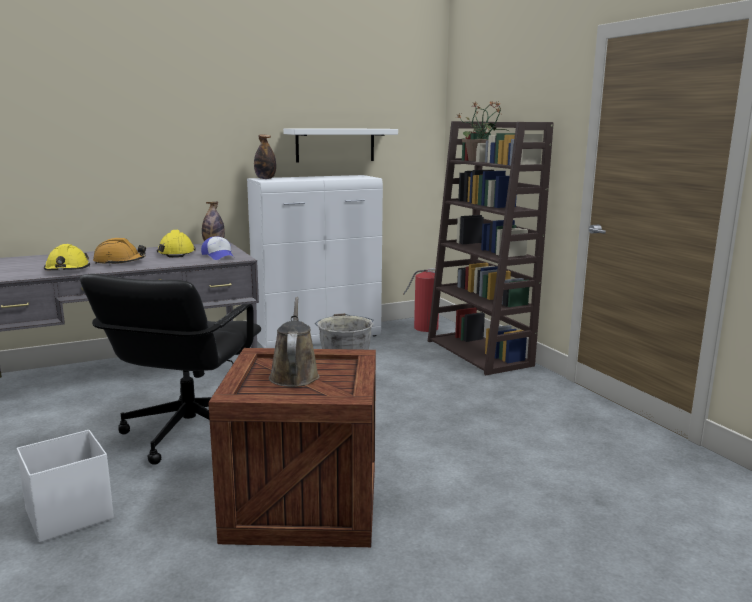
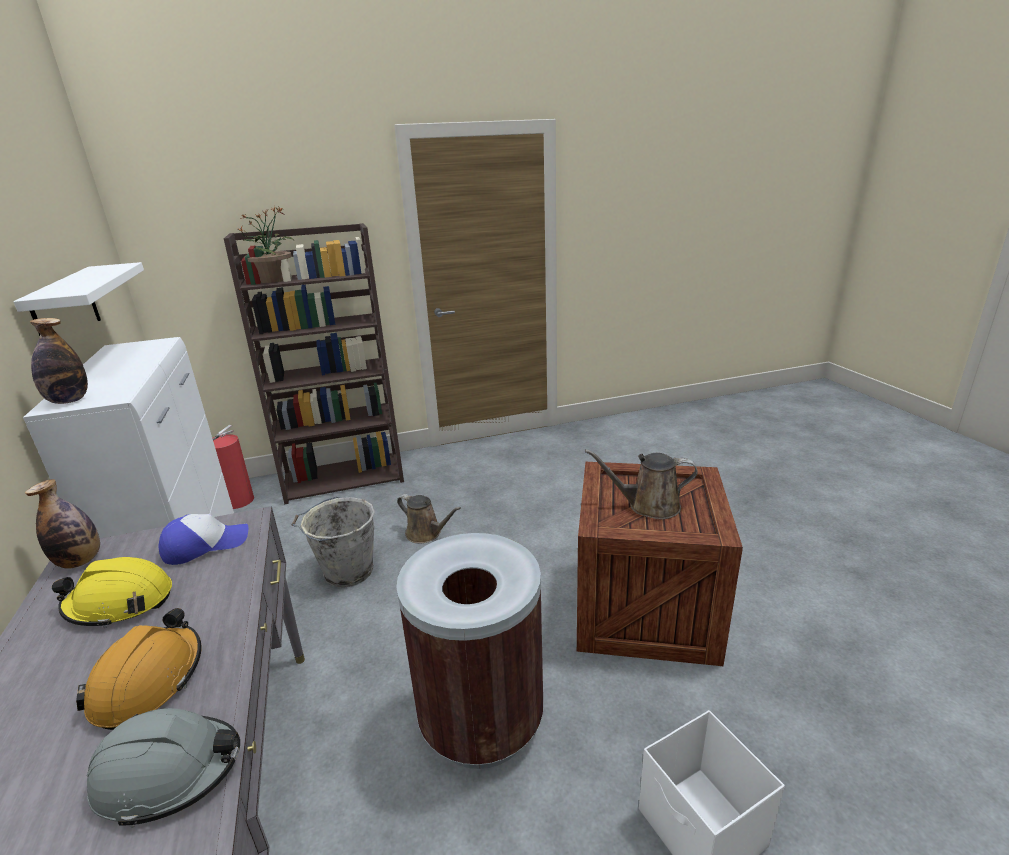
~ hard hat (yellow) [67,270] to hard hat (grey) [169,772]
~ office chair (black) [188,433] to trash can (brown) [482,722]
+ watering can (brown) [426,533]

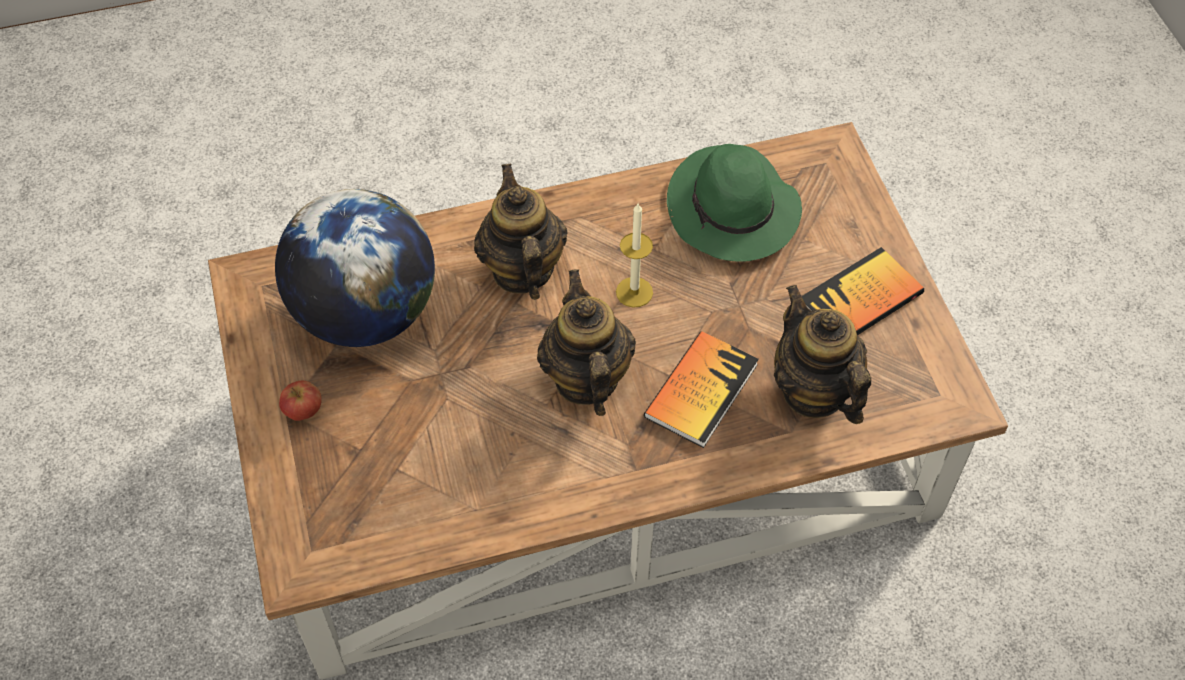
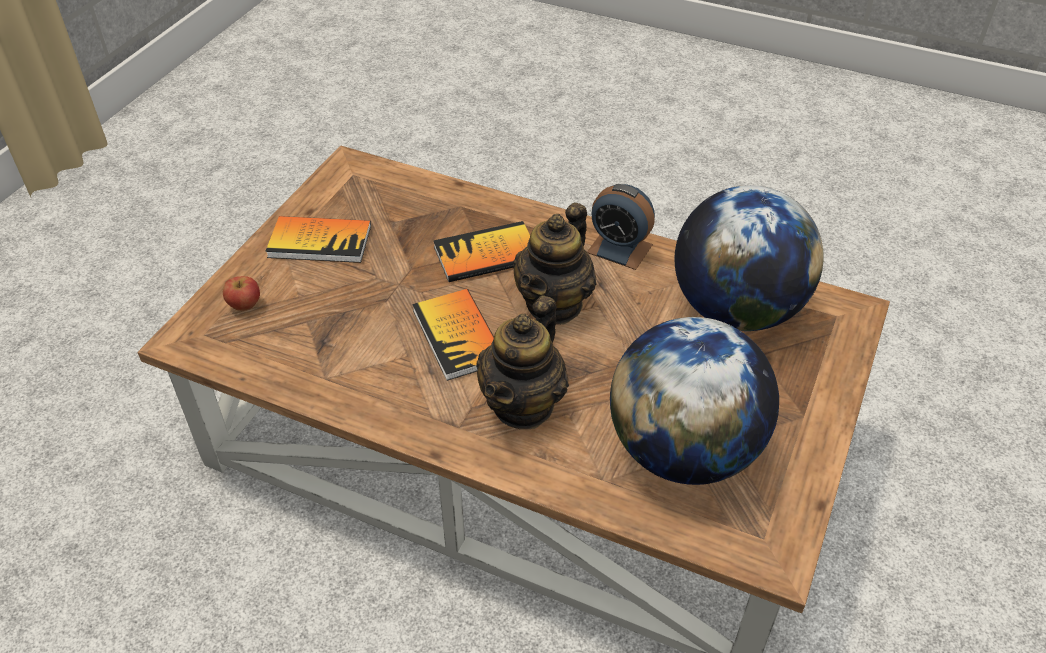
- hat (green) [733,211]
~ candle [634,292] to book [458,336]
- teapot [813,391]
~ apple [304,411] to [244,305]
+ alarm clock [619,248]
+ globe [736,310]

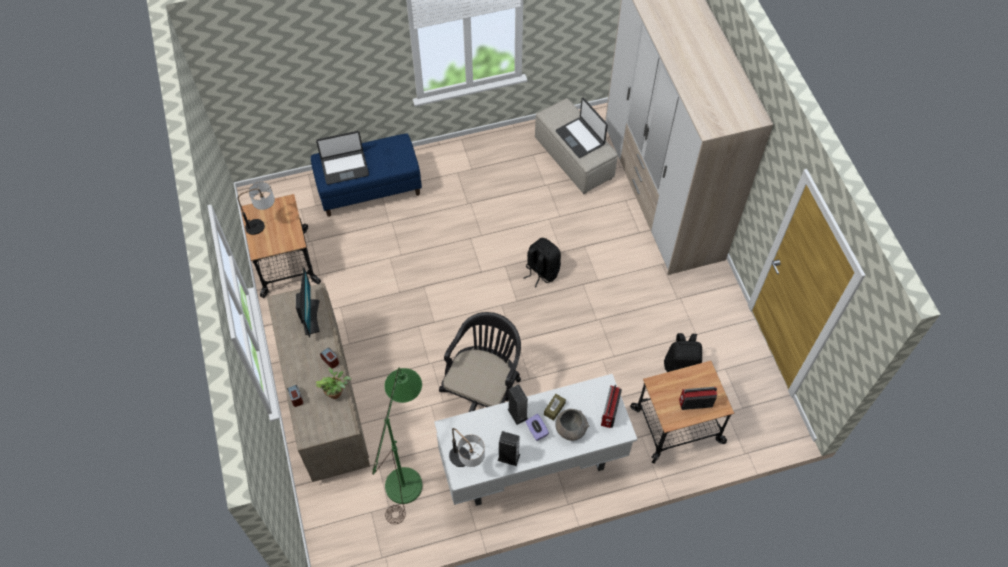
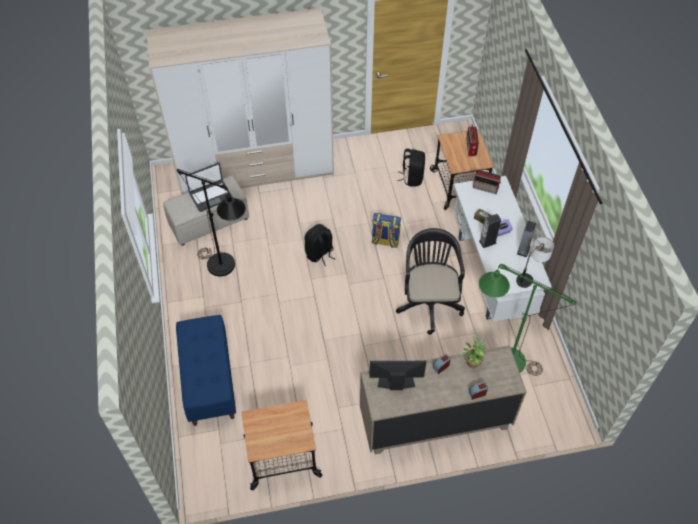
- laptop [344,167]
- table lamp [264,224]
~ office chair (black) [483,392] = [429,301] 60 degrees clockwise
- bowl (grey) [570,430]
+ floor lamp (black) [227,269]
+ backpack [385,241]

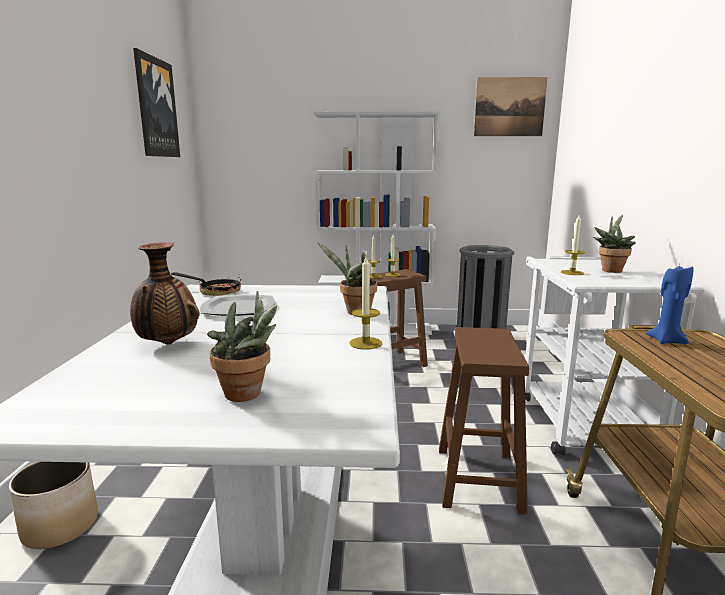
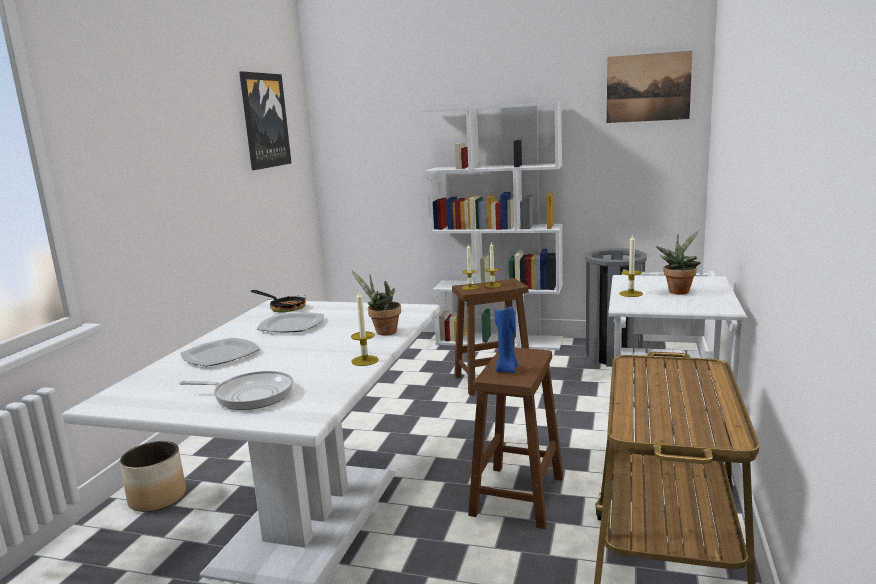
~ vase [167,344] to plate [219,355]
~ candle (blue) [666,341] to [507,369]
~ potted plant [248,394] to frying pan [249,395]

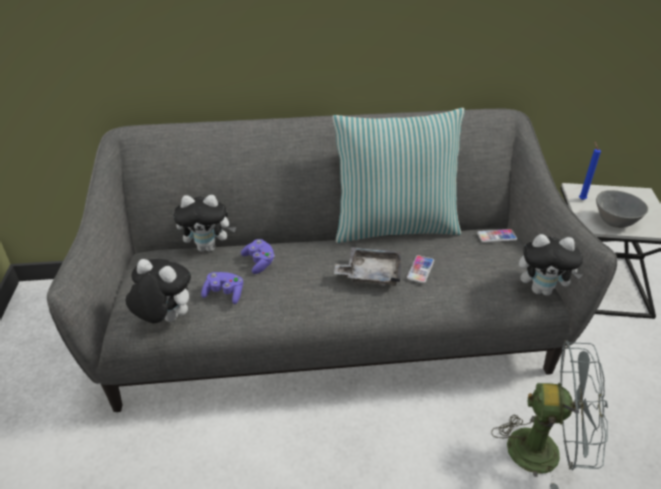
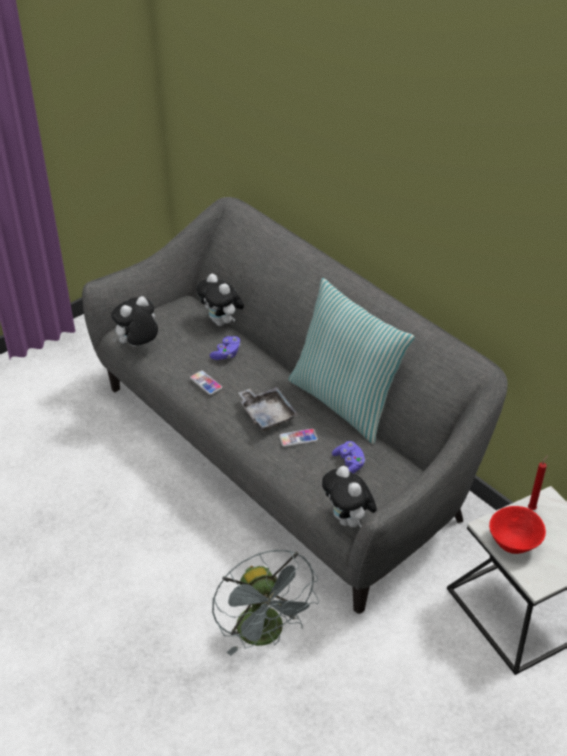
~ candle (blue) [581,199] to candle (red) [532,508]
~ bowl (grey) [614,222] to bowl (red) [512,543]
~ phone [496,236] to [206,383]
~ plush toy [164,319] = [138,346] 120 degrees counterclockwise
~ game controller (purple) [224,294] to [349,464]

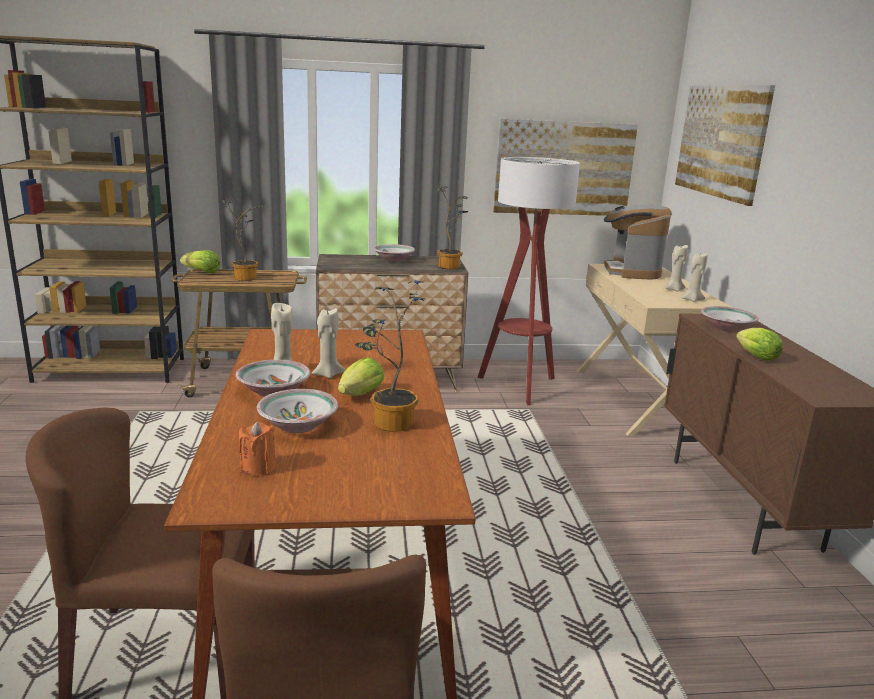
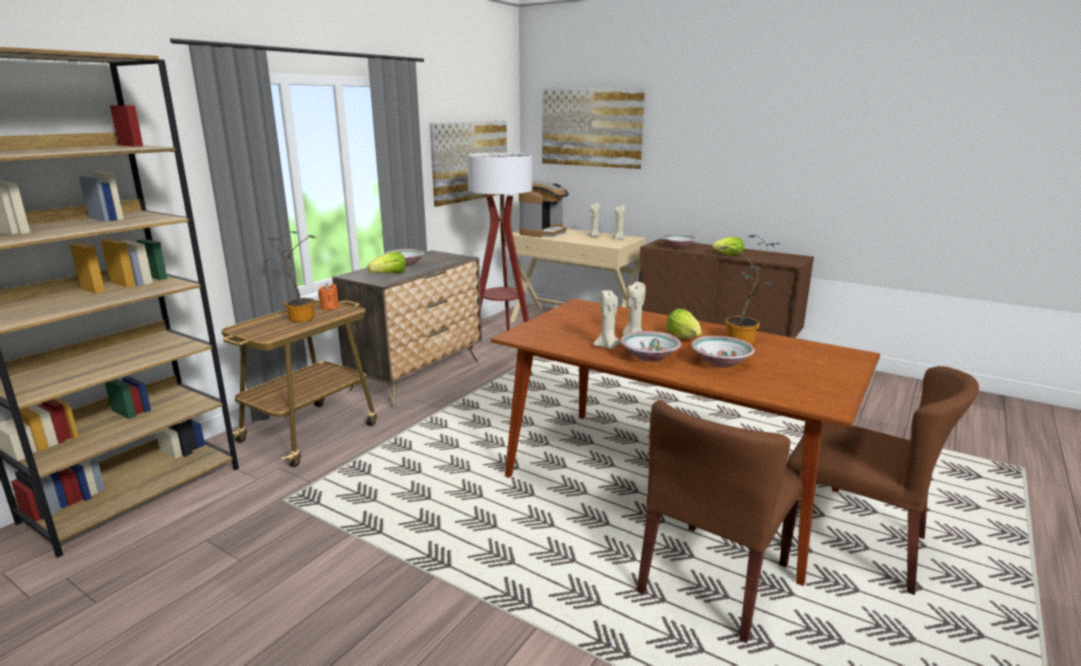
- potted plant [450,266]
~ coffee machine [631,272] = [543,232] 105 degrees counterclockwise
~ lettuce [202,272] to [389,275]
~ candle (orange) [258,468] to [329,308]

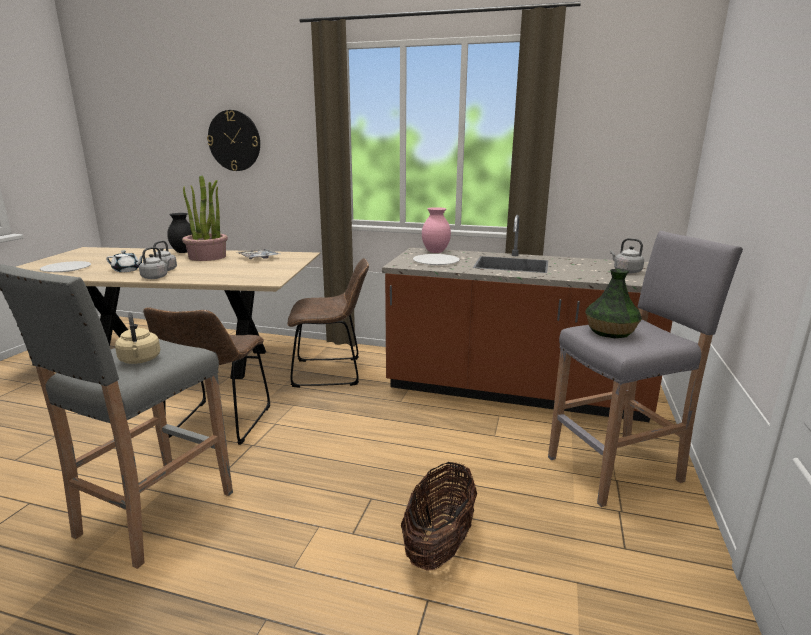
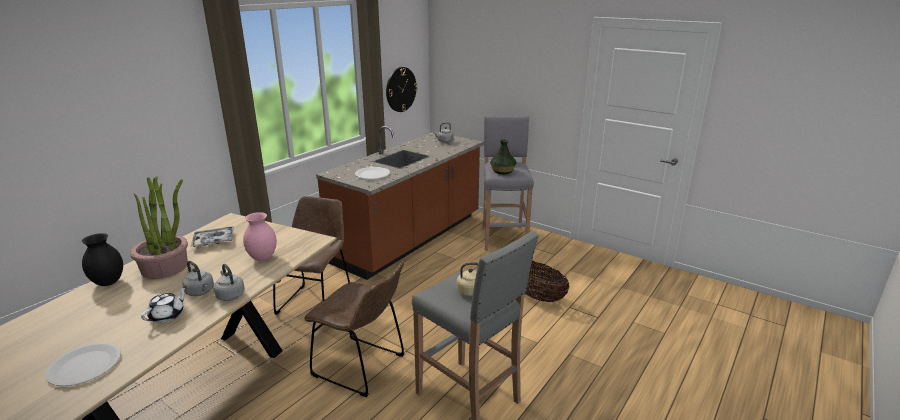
~ wall clock [234,141] to [401,89]
~ vase (pink) [435,252] to [263,258]

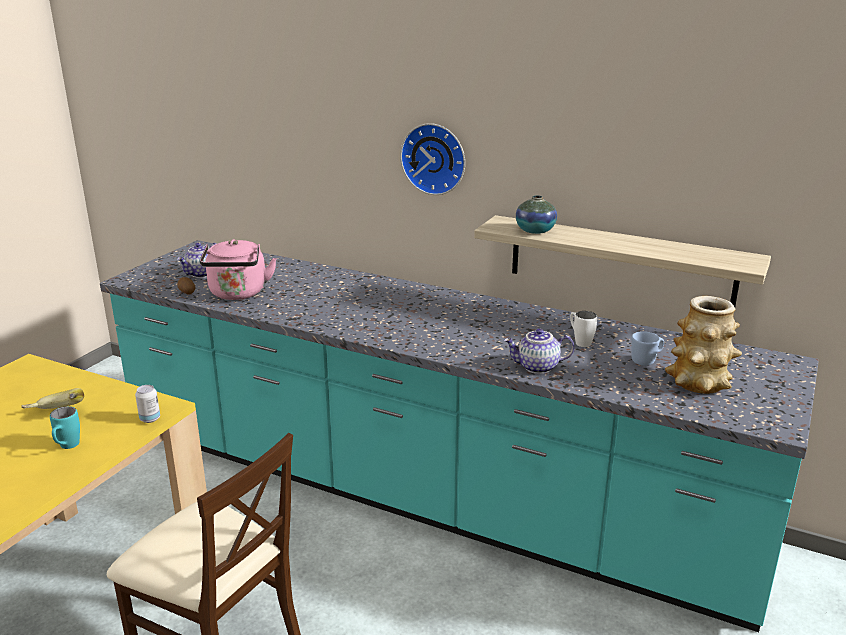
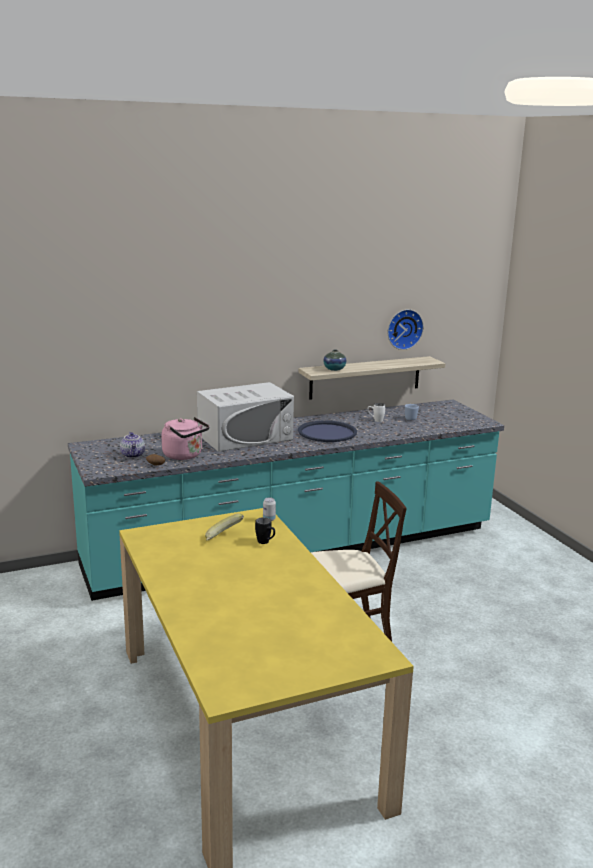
~ wall clock [435,158] to [403,329]
- vase [699,383]
- teapot [537,367]
~ mug (turquoise) [67,447] to mug (black) [266,542]
+ microwave (white) [245,437]
+ tray (blue) [327,432]

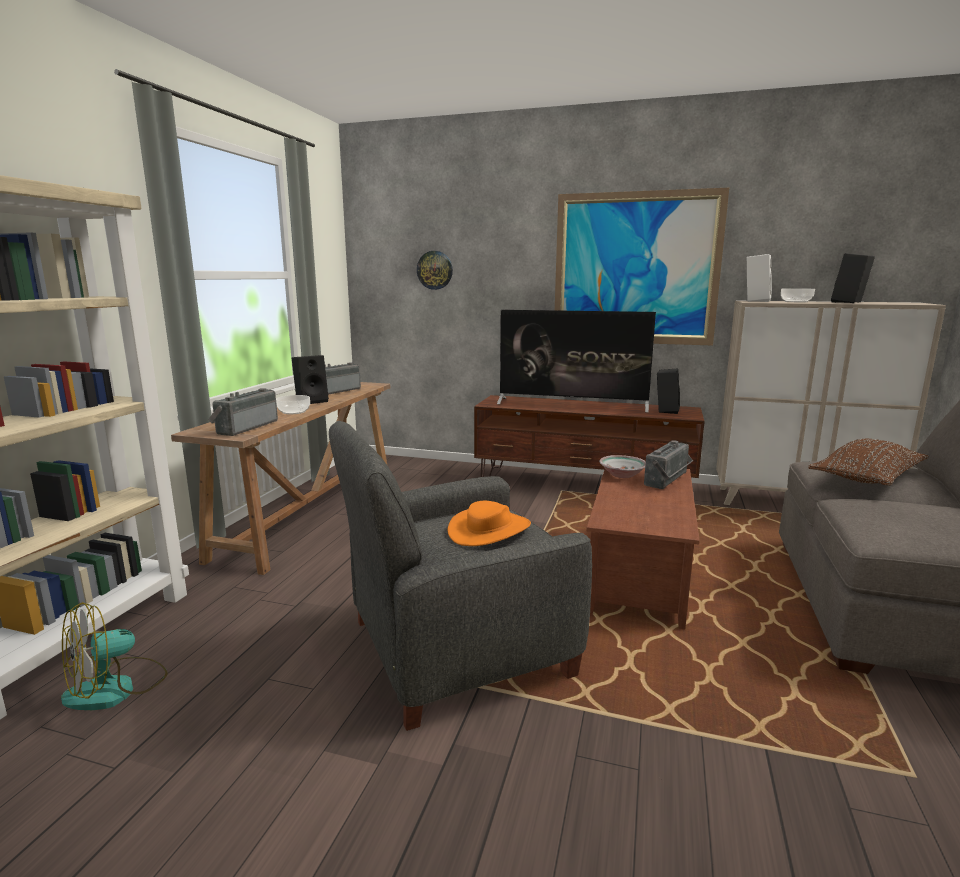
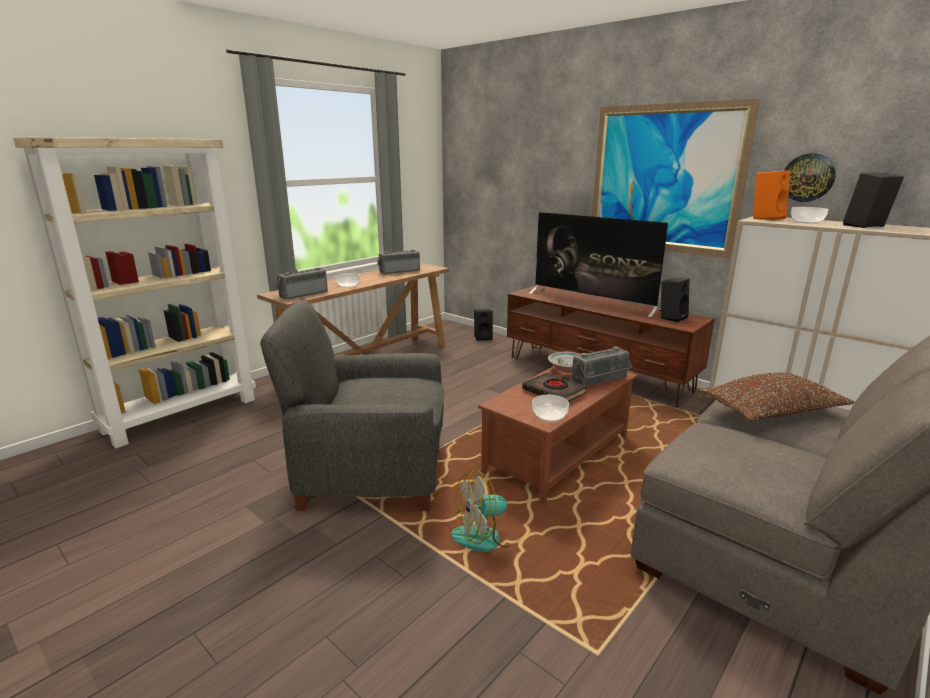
~ wall clock [435,270] to [808,177]
~ speaker (white) [755,301] to speaker (orange) [766,218]
~ speaker (black) [312,401] to [483,337]
- hat (orange) [490,530]
~ fan [116,688] to [487,537]
+ book (black) [554,392]
+ bowl [550,416]

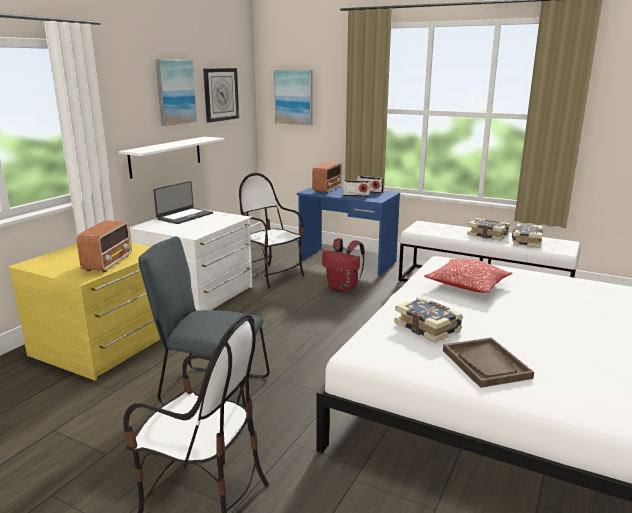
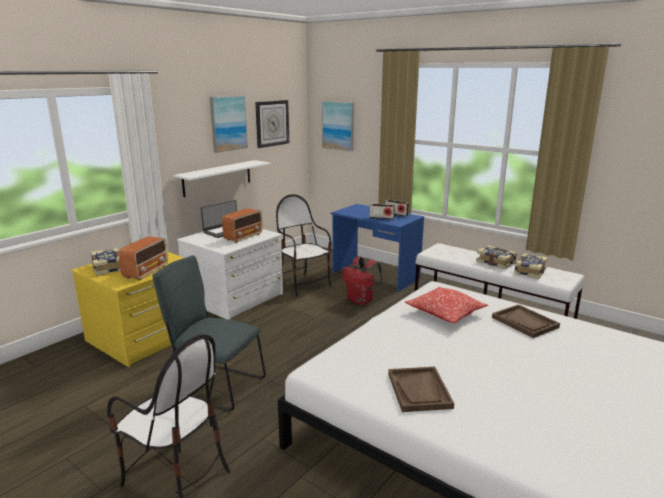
~ radio [327,189] to [244,237]
~ book [428,327] to [109,268]
+ tray (brown) [525,322]

